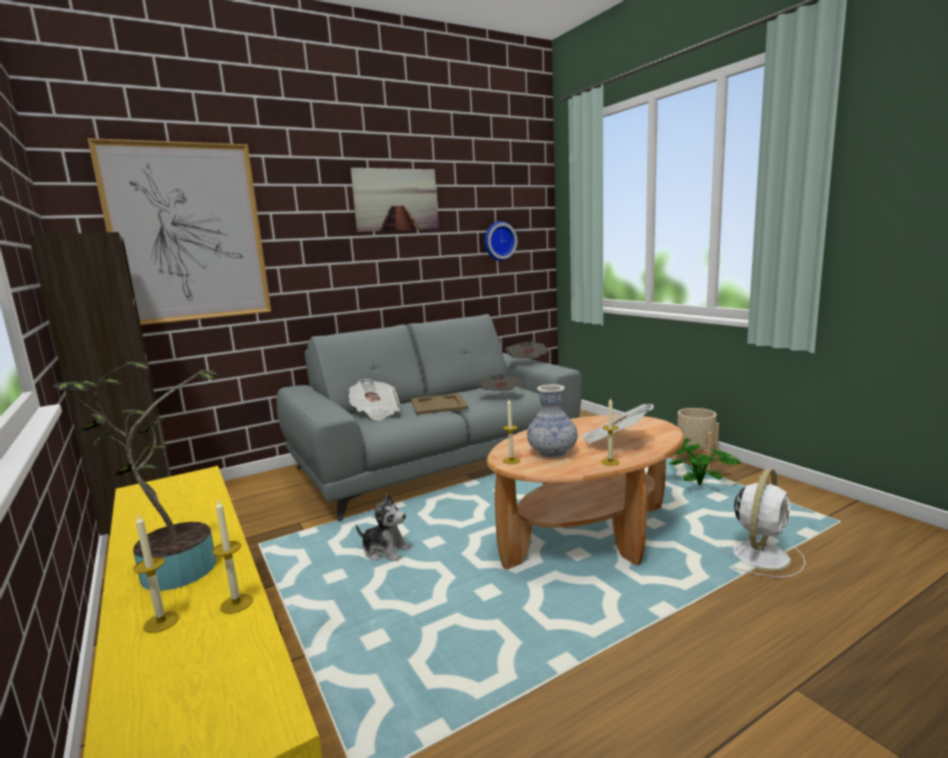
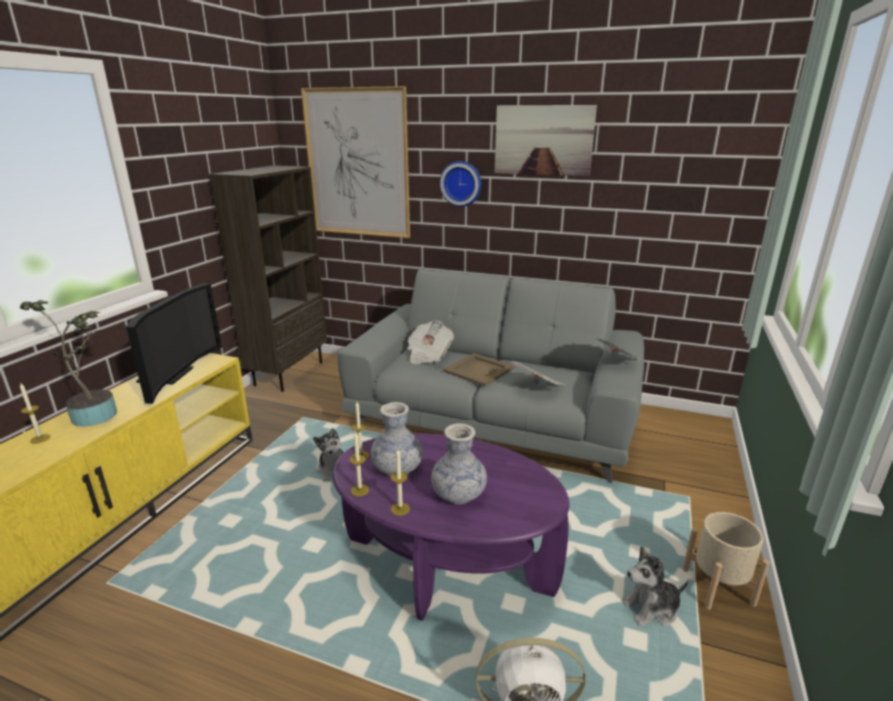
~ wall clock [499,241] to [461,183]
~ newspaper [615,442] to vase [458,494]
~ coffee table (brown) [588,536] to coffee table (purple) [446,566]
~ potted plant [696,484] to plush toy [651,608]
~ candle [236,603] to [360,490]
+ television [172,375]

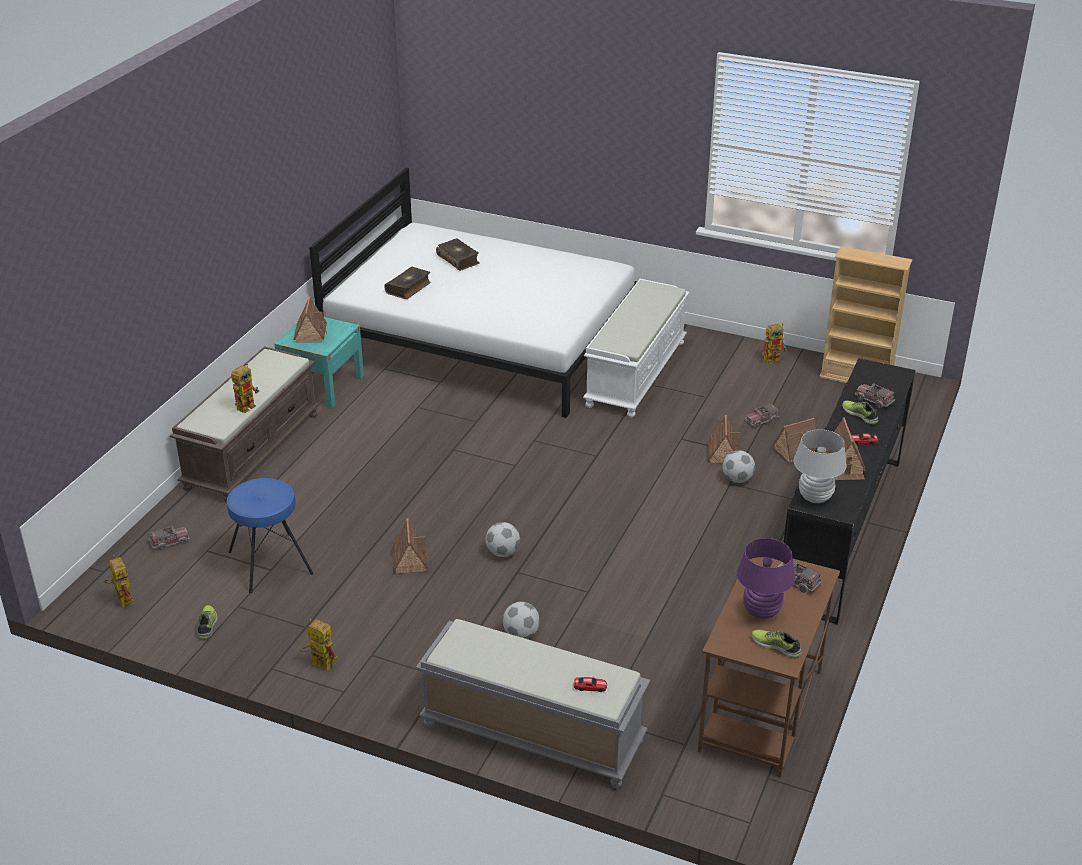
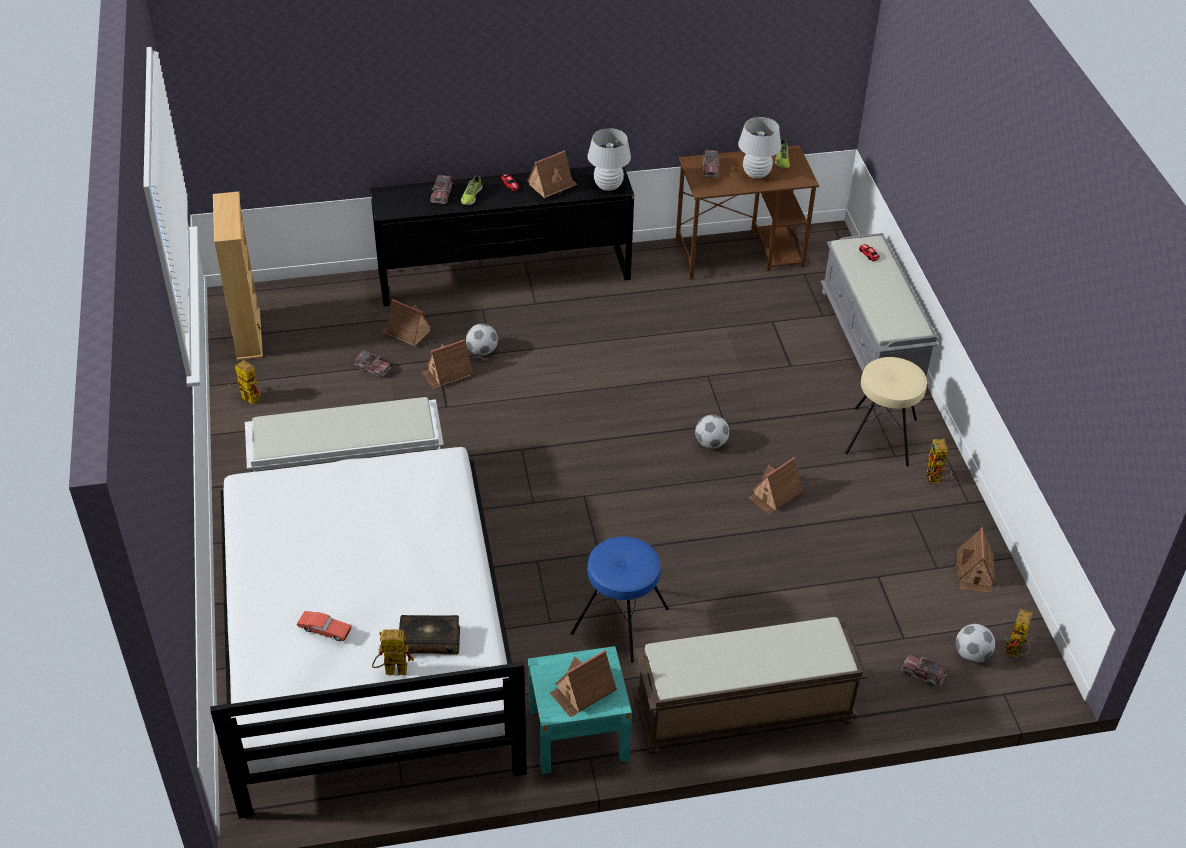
~ book [458,259] to toy car (red) [324,630]
~ toy robot [247,405] to [390,671]
~ stool (blue) [269,563] to [621,621]
~ table lamp (purple) [761,611] to table lamp (white) [756,174]
~ football [521,634] to [972,654]
~ shoe [207,625] to toy house [974,572]
+ stool (beige) [882,436]

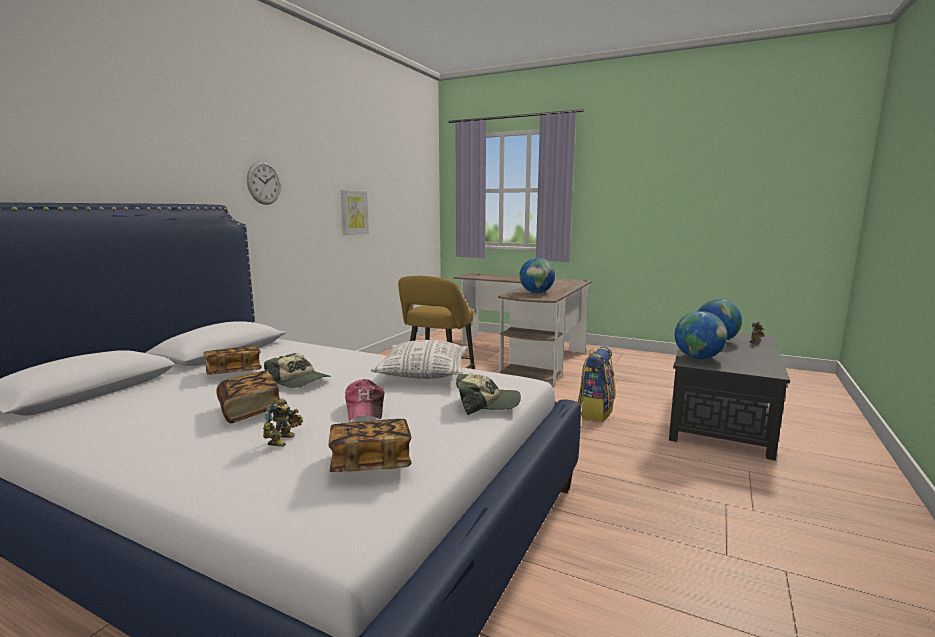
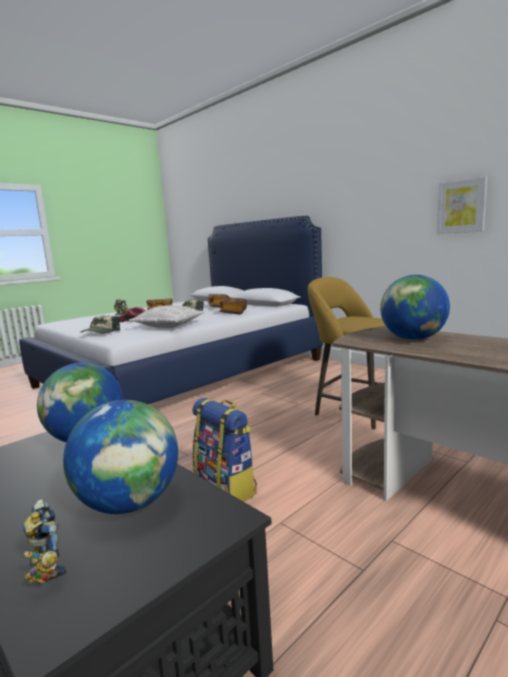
- wall clock [264,183]
~ book [371,463] to [233,312]

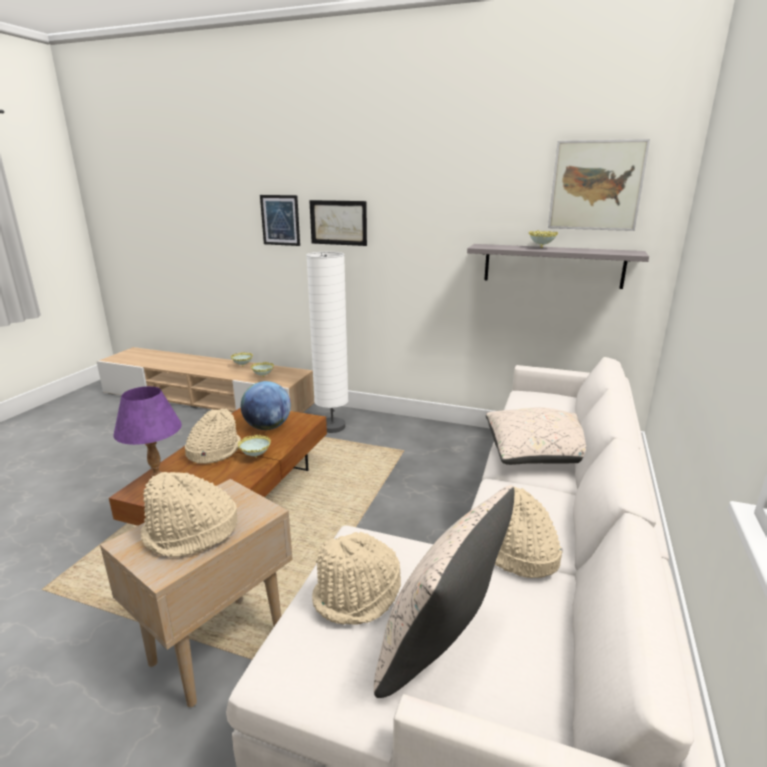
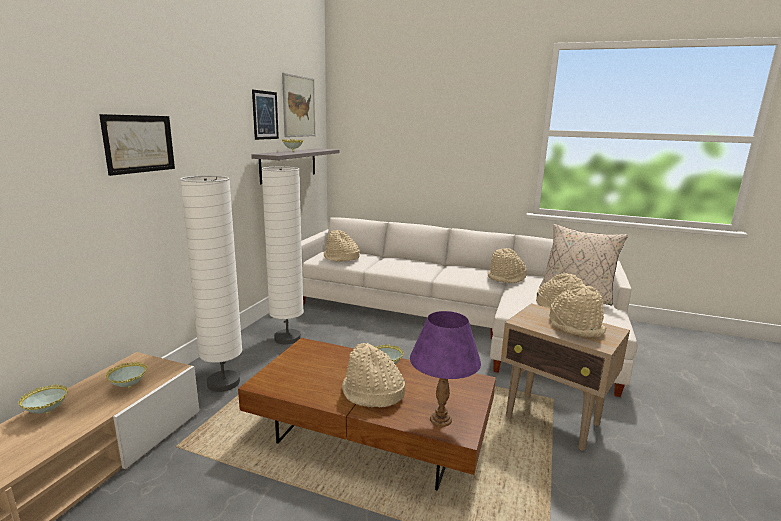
~ picture [280,220] to [265,115]
- globe [267,427]
- pillow (beige) [539,453]
+ floor lamp (white) [287,338]
+ hat (beige) [341,258]

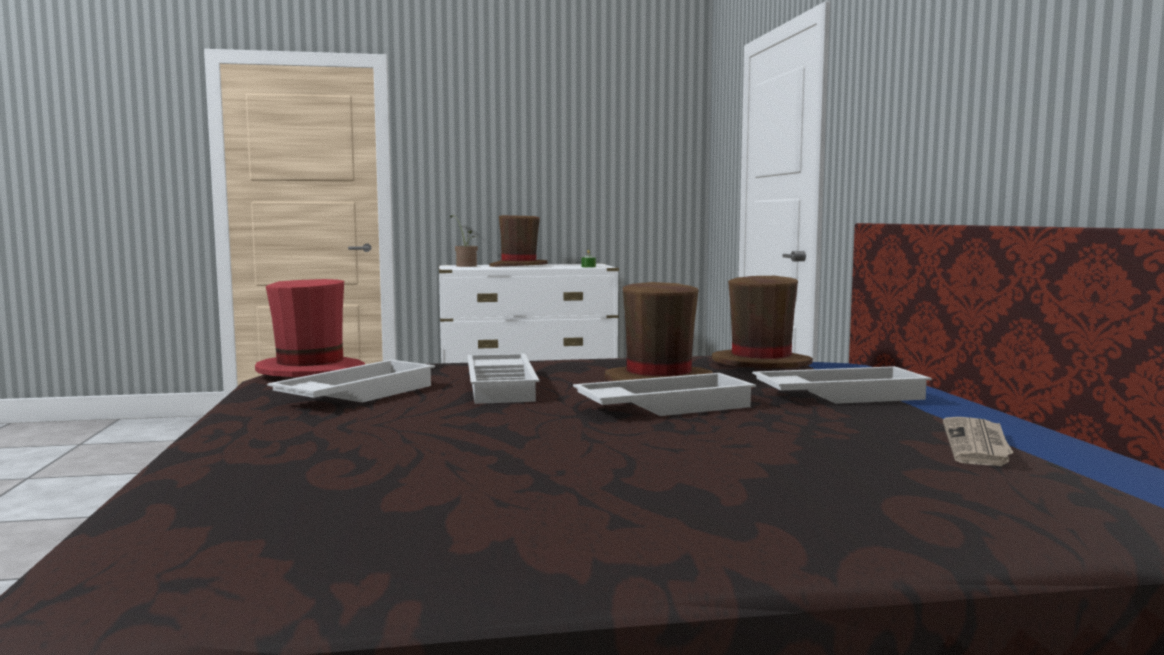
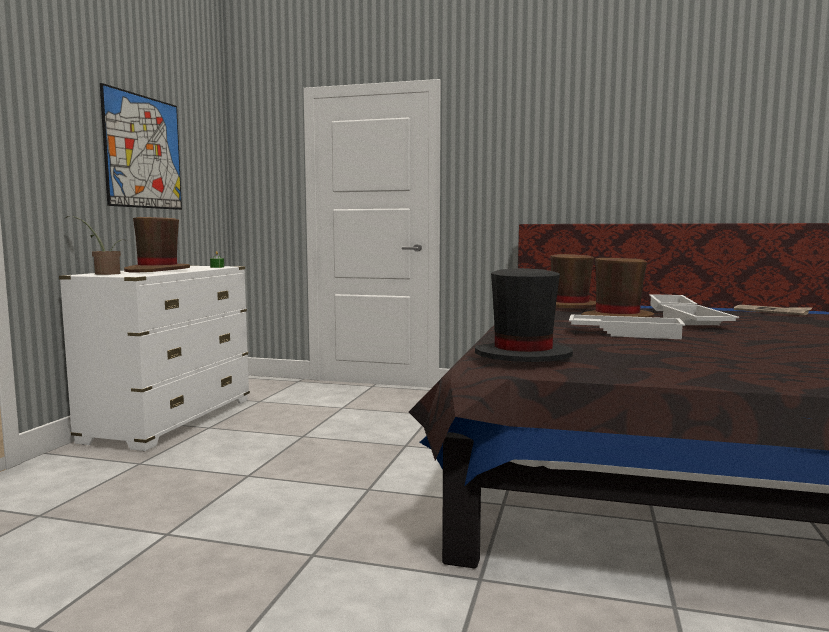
~ hat (red) [310,371] to hat (black) [522,356]
- tray (white) [356,394]
+ picture [143,152]

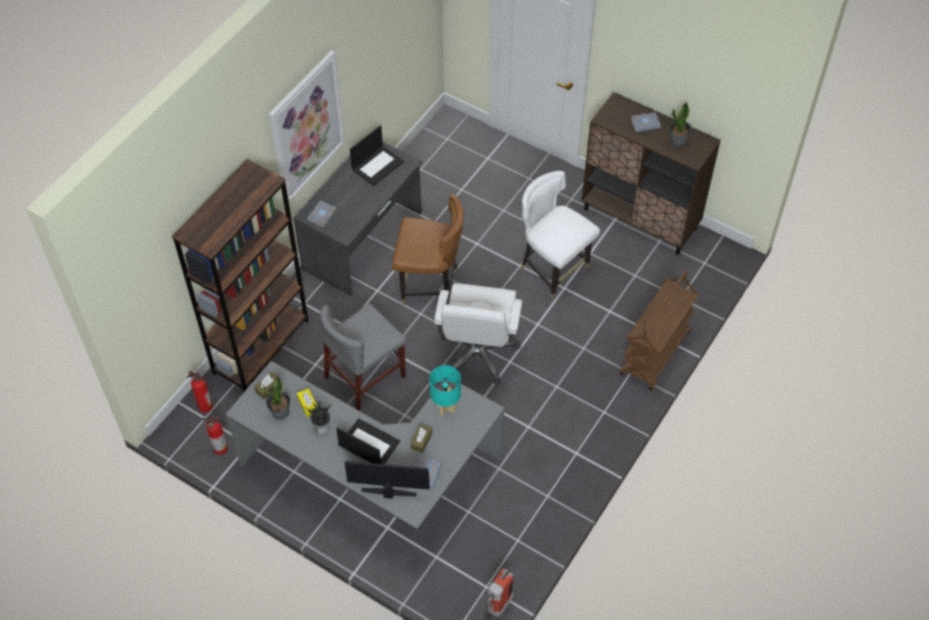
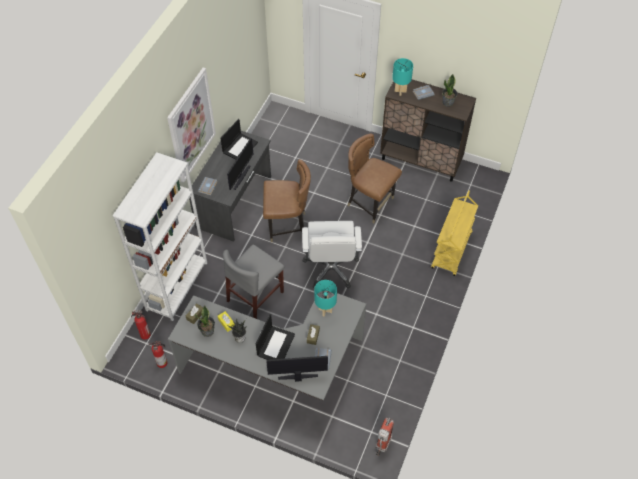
~ bookcase (brown) [261,346] to bookcase (white) [177,286]
~ chair (white) [553,270] to chair (brown) [370,203]
~ cart (brown) [655,354] to cart (yellow) [451,251]
~ laptop [368,444] = [275,344] 90 degrees clockwise
+ table lamp (turquoise) [400,91]
+ monitor [241,177]

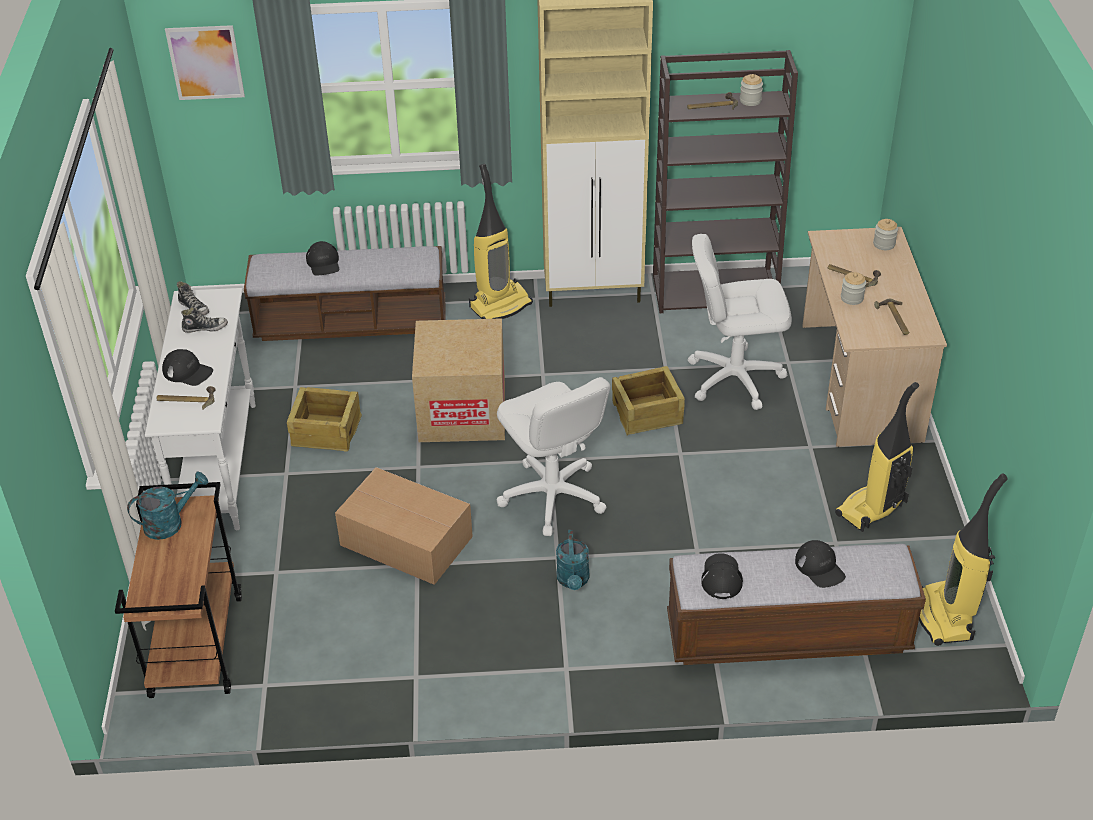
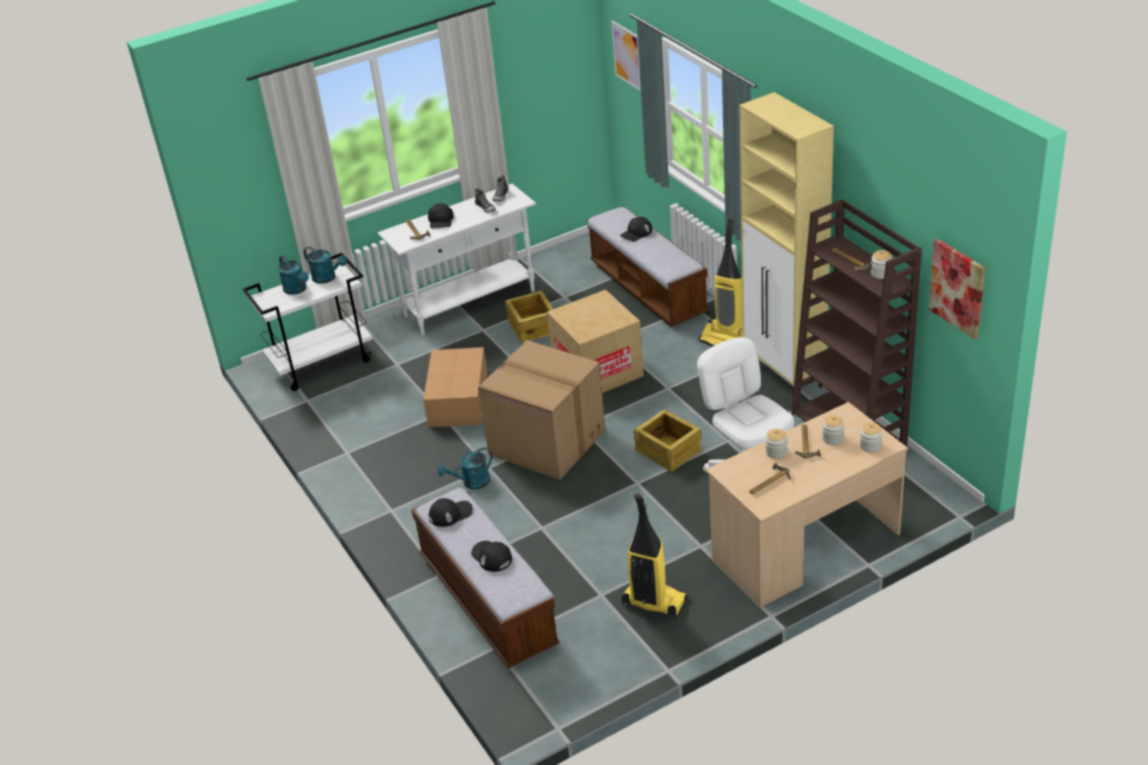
~ office chair (white) [552,496] to cardboard box [545,442]
- vacuum cleaner [945,617]
~ cart (brown) [196,645] to cart (white) [322,363]
~ cap (black) [820,568] = [491,557] 105 degrees clockwise
+ picture [957,288]
+ watering can (turquoise) [297,290]
+ jar [833,438]

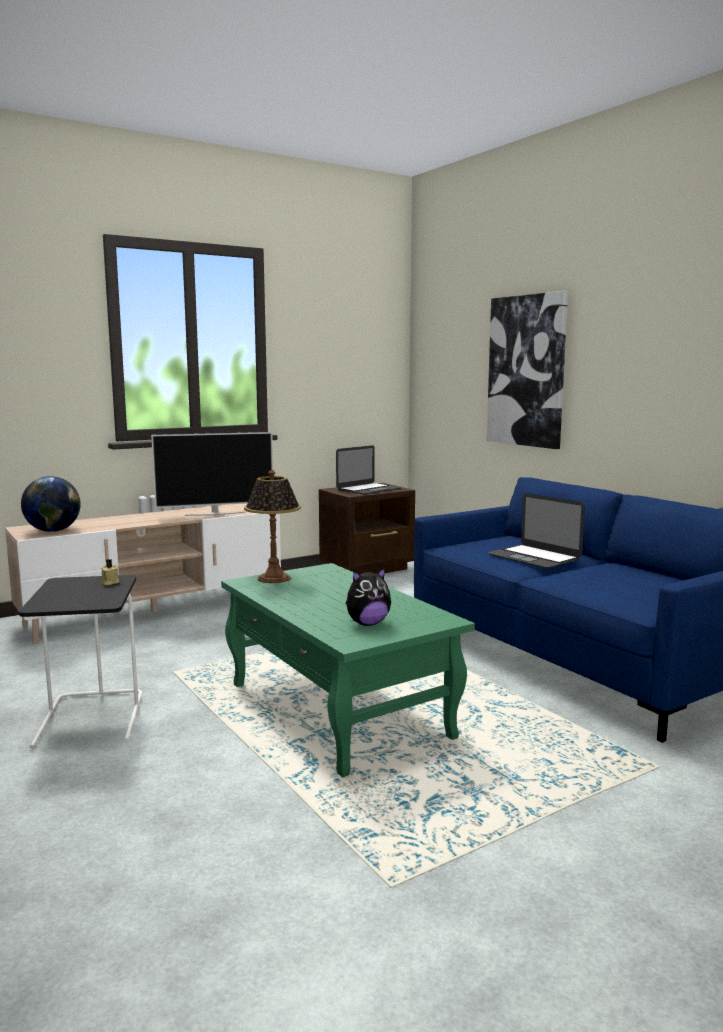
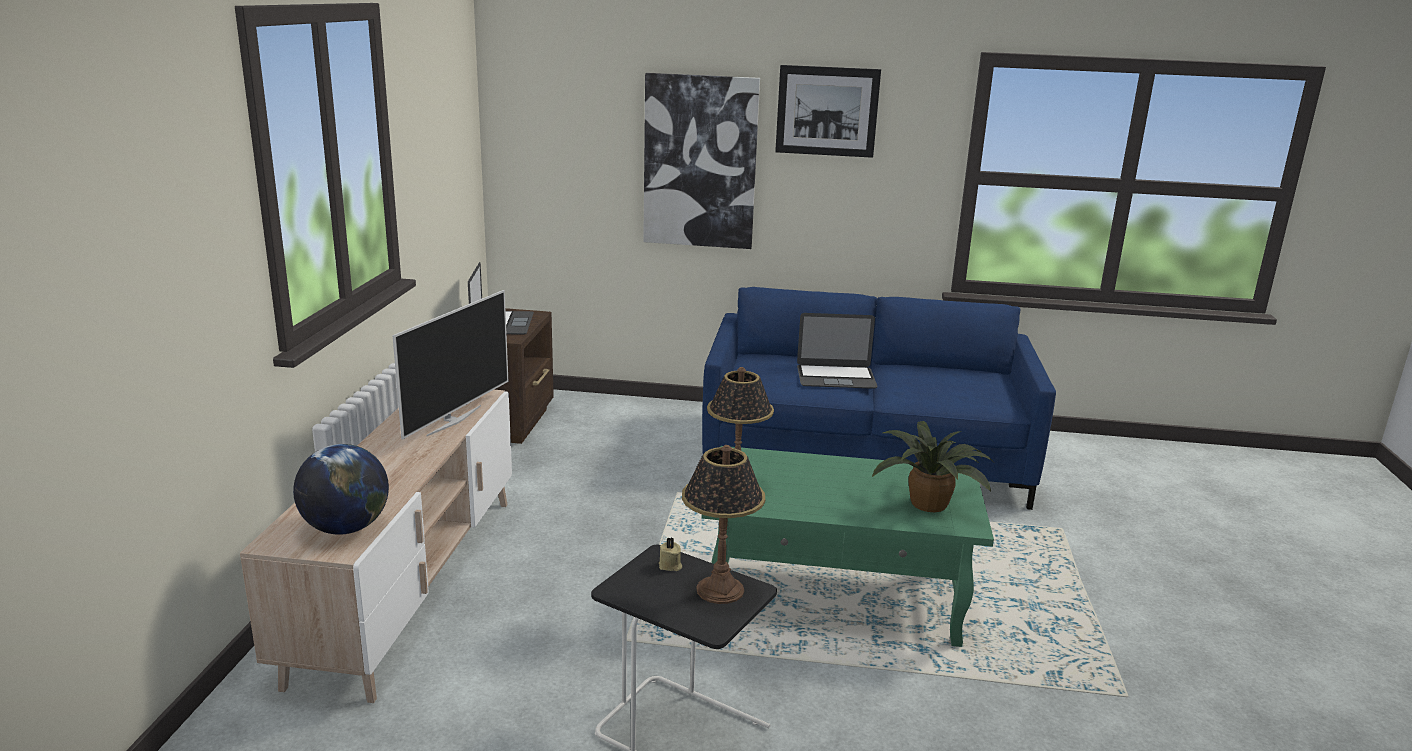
~ plush toy [367,623] to potted plant [929,502]
+ picture [827,111]
+ table lamp [719,590]

